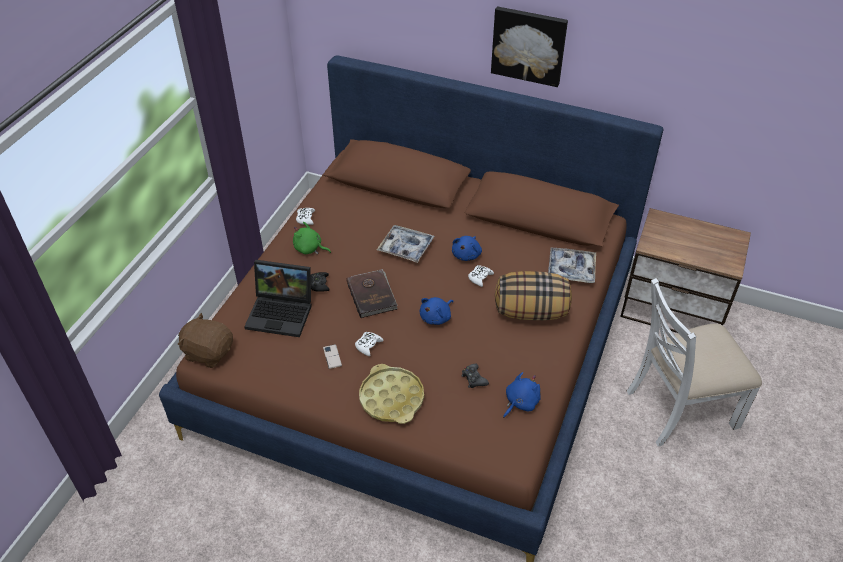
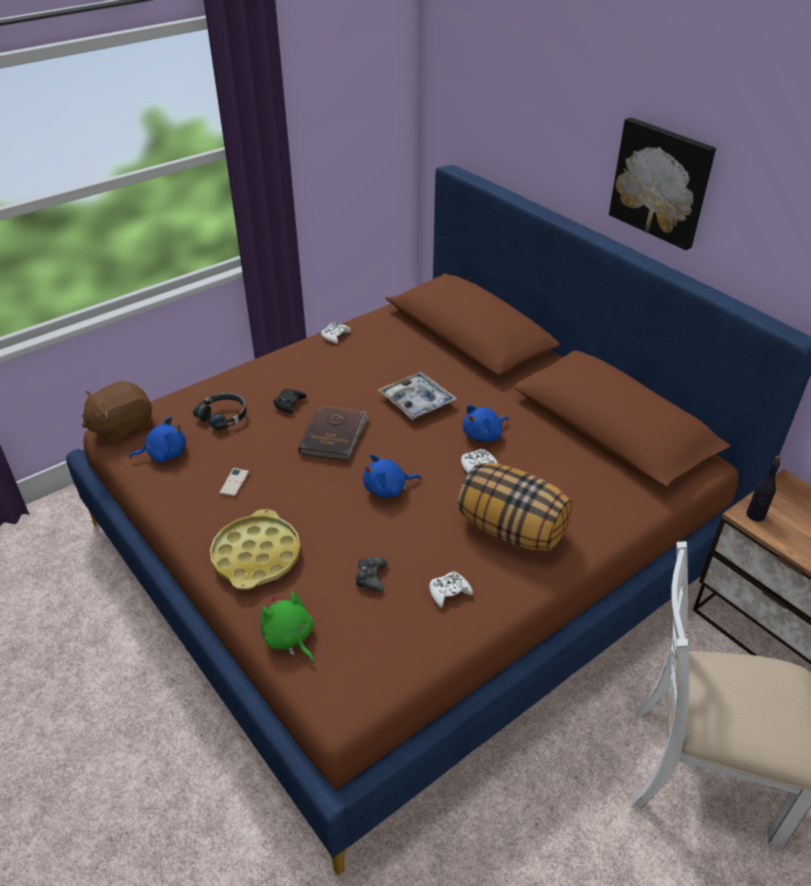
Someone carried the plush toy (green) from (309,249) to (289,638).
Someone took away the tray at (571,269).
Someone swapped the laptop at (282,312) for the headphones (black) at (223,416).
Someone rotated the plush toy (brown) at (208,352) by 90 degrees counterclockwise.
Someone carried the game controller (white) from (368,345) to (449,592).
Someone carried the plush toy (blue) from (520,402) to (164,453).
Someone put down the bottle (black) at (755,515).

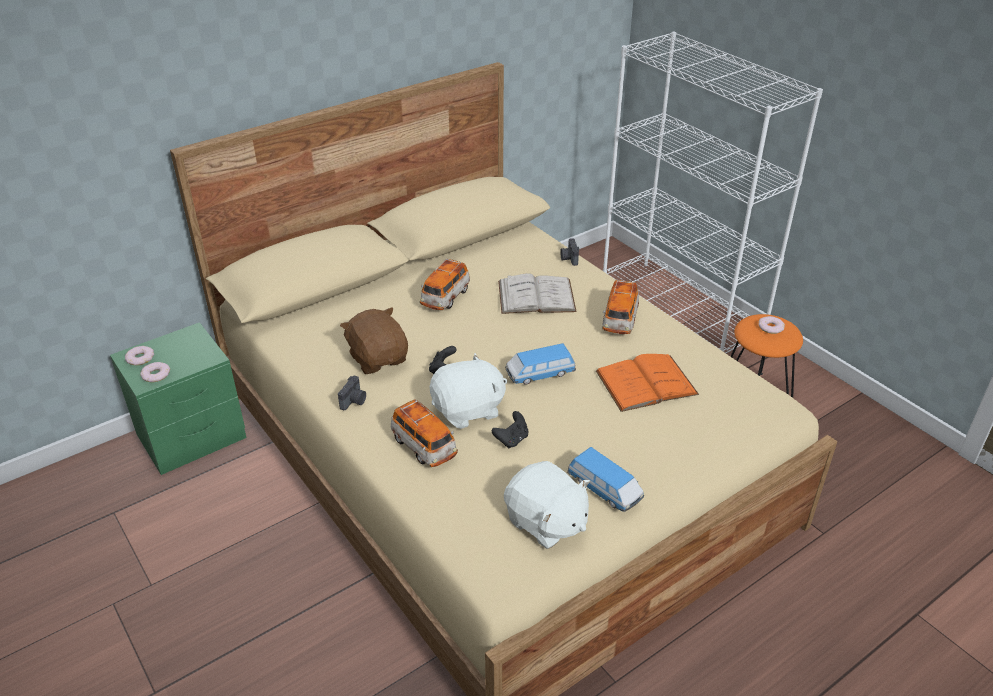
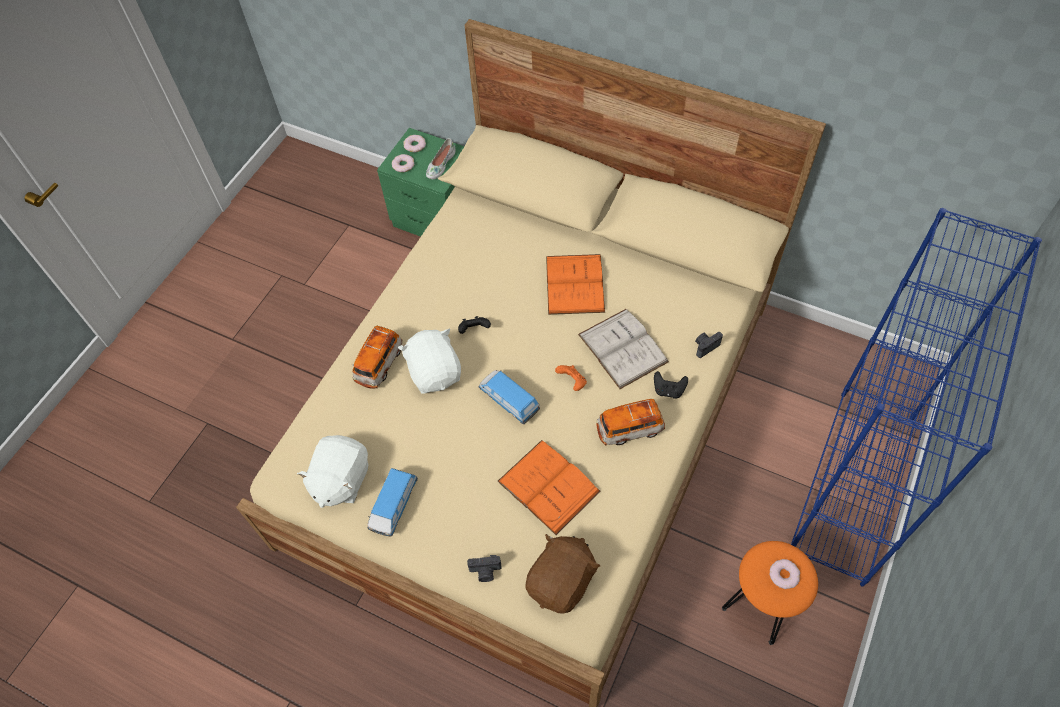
Someone repainted the bookcase (white) at (681,310), which became the bookcase (blue) at (852,485).
Someone swapped the toy car at (445,298) for the book (orange) at (575,284).
Someone carried the plush toy (brown) from (378,358) to (562,582).
Someone rotated the plush toy (white) at (468,410) by 150 degrees counterclockwise.
Someone carried the photo camera from (354,401) to (485,572).
Someone carried the game controller (black) from (512,439) to (668,390).
Someone put down the shoe (white) at (440,164).
Someone put down the game controller (orange) at (572,382).

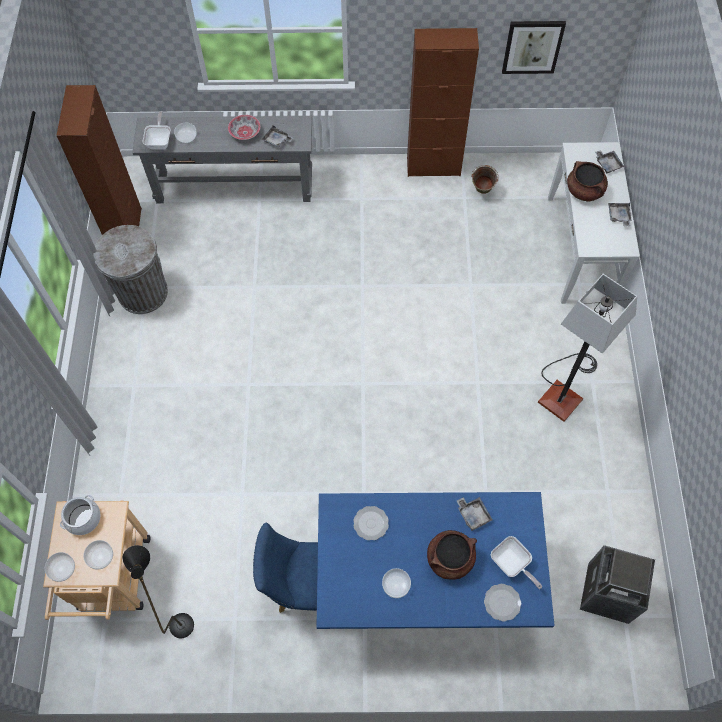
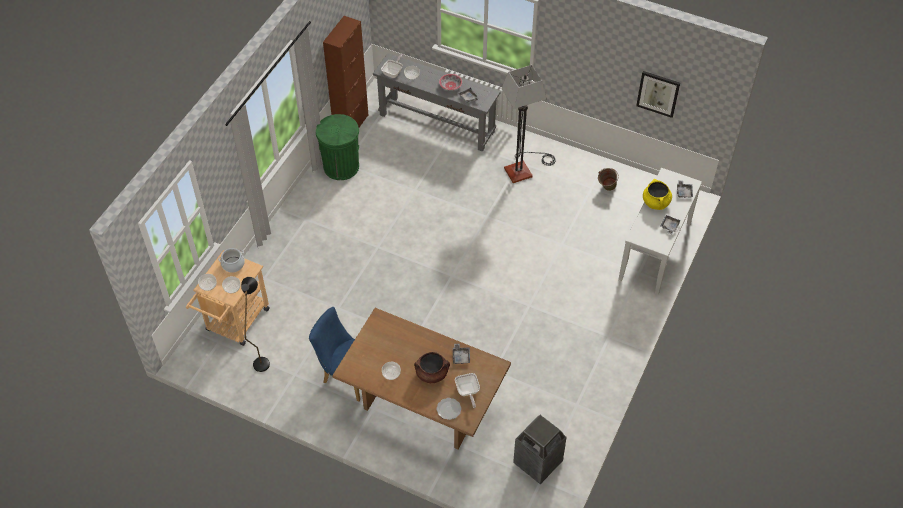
Someone took away the cabinet (brown) at (433,167).
Someone repainted the cooking pot (brown) at (584,191), which became the cooking pot (yellow) at (656,202).
Someone repainted the trash can (grey) at (142,292), which became the trash can (green) at (341,166).
Someone carried the floor lamp from (564,391) to (524,168).
Someone repainted the dining table (blue) at (425,584), which became the dining table (brown) at (422,406).
Someone took away the plate at (370,523).

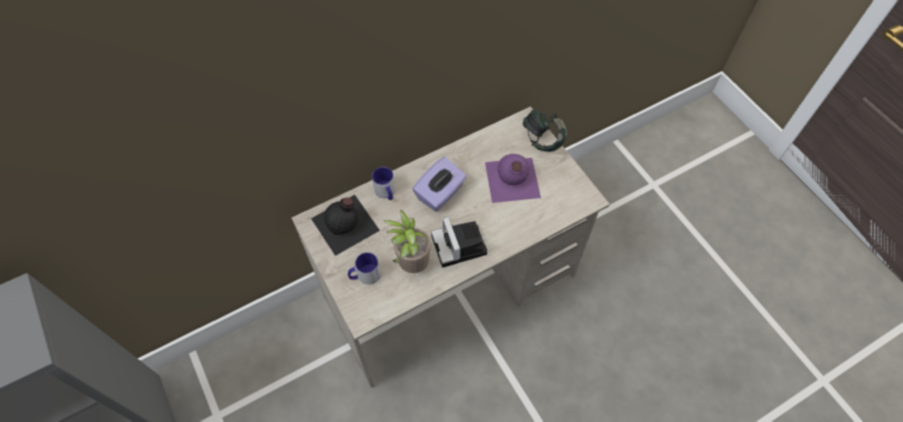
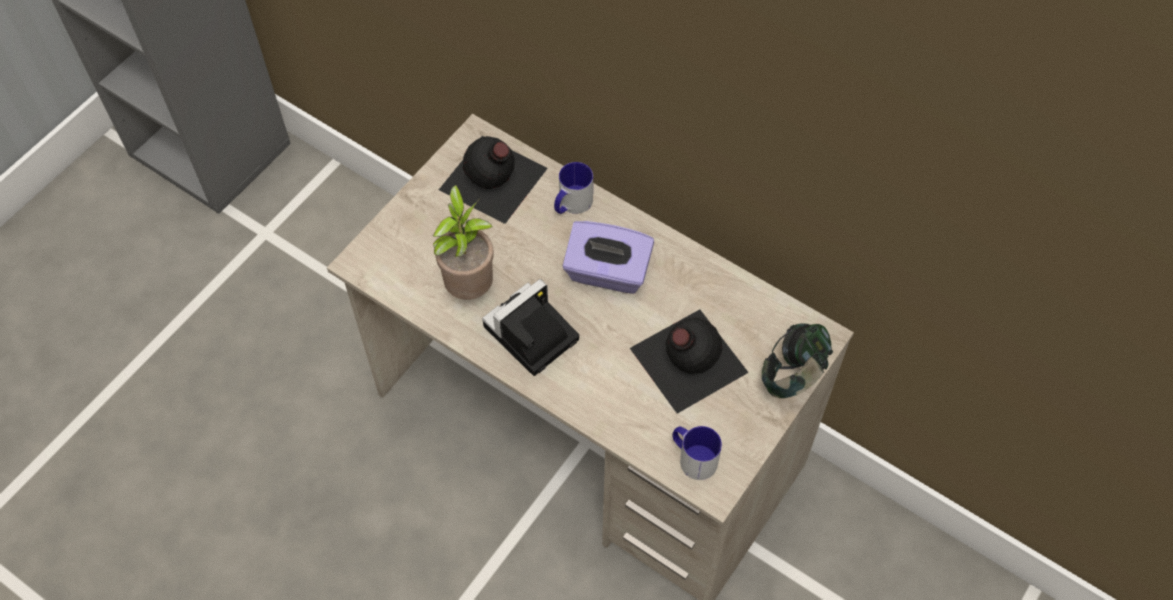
Someone repainted the bottle (purple) at (511,180), which became the bottle (black) at (686,359).
Someone carried the mug from (365,276) to (692,457).

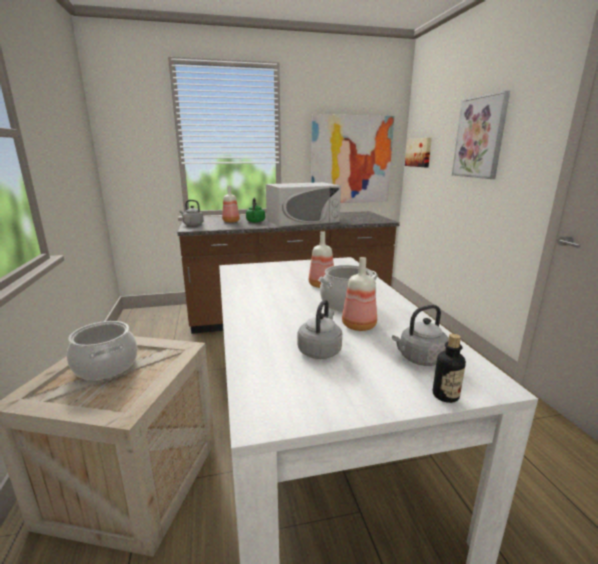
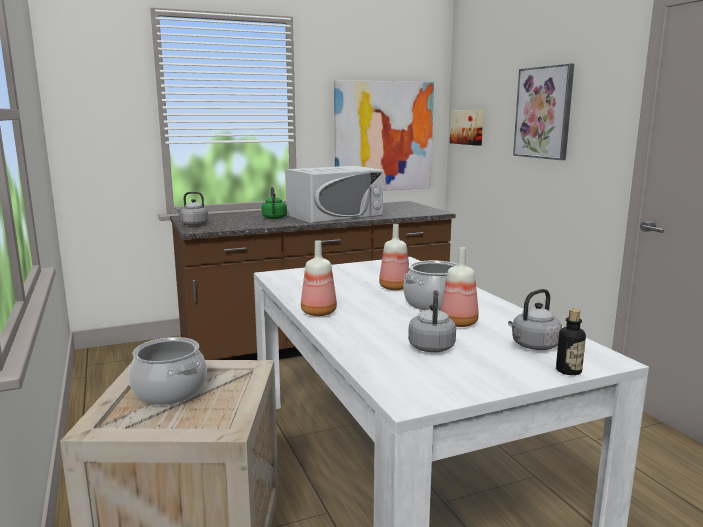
Someone carried the bottle from (230,221) to (317,312).

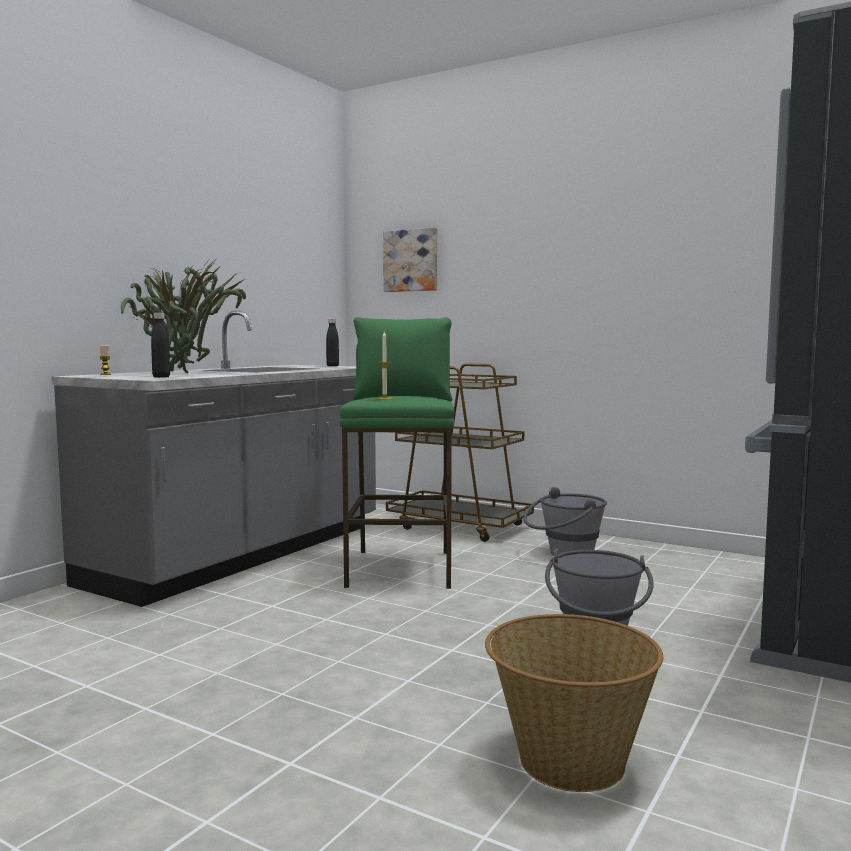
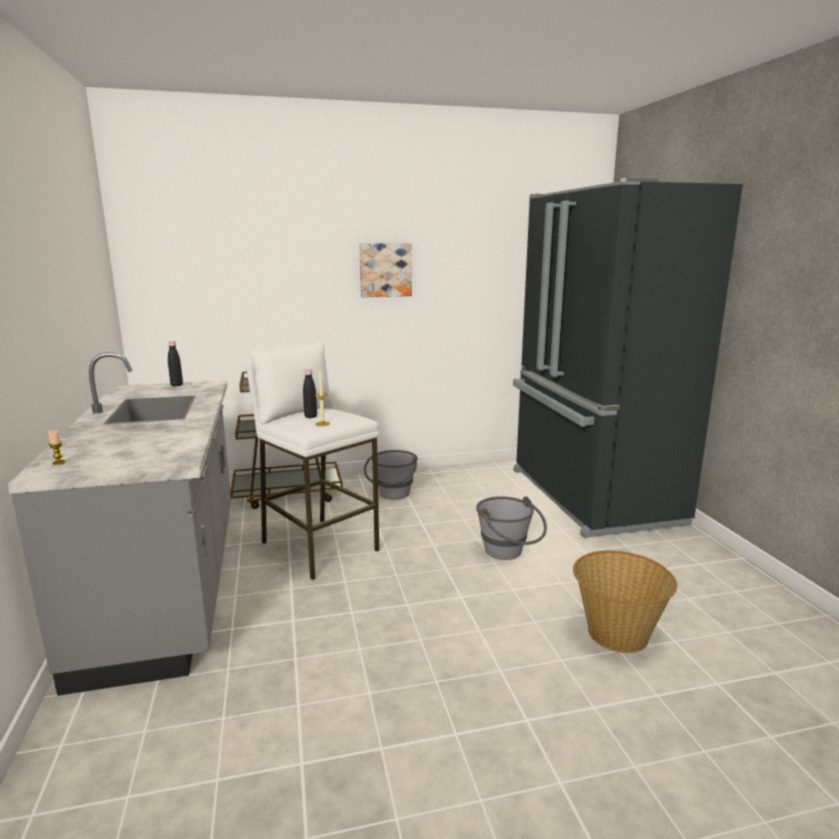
Someone carried the picture from (411,260) to (385,270).
Someone took away the potted plant at (184,373).
Someone carried the bottle (black) from (161,377) to (310,416).
Someone repainted the stool (green) at (402,568), which became the stool (white) at (319,546).

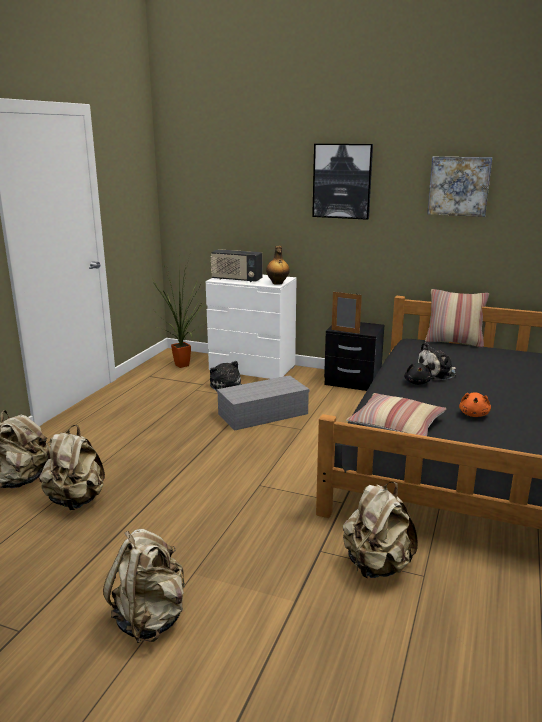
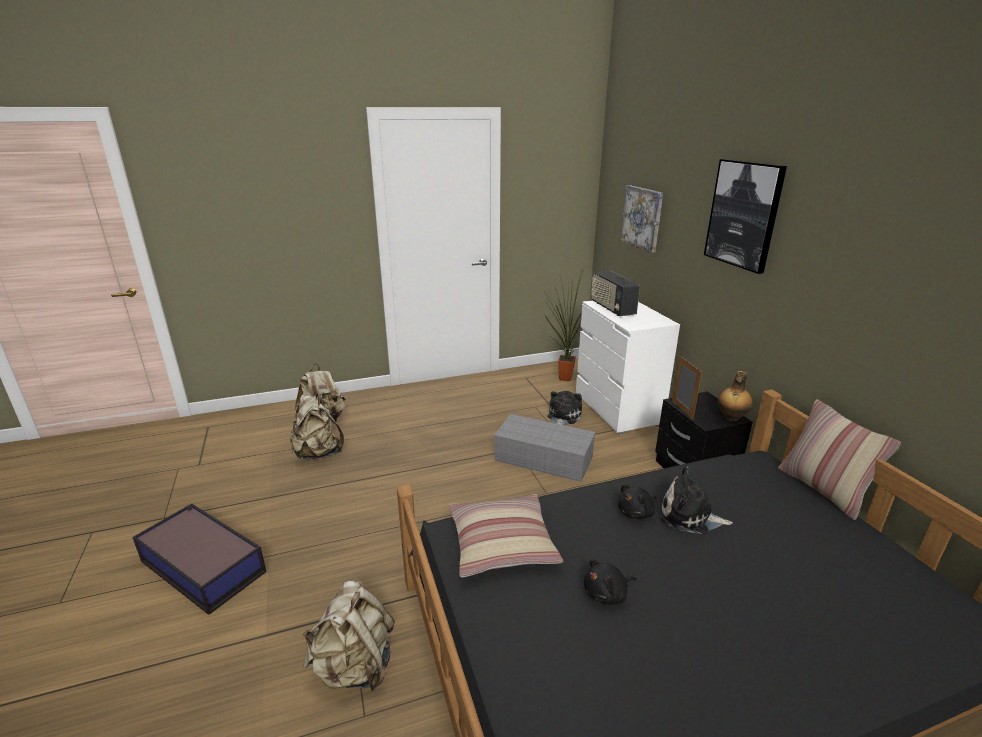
Someone carried the picture from (459,186) to (642,218).
Someone carried the bottle from (277,283) to (731,417).
Someone repainted the plush toy (orange) at (474,414), which became the plush toy (black) at (607,594).
Someone swapped the backpack (beige) at (150,618) for the storage box at (203,565).

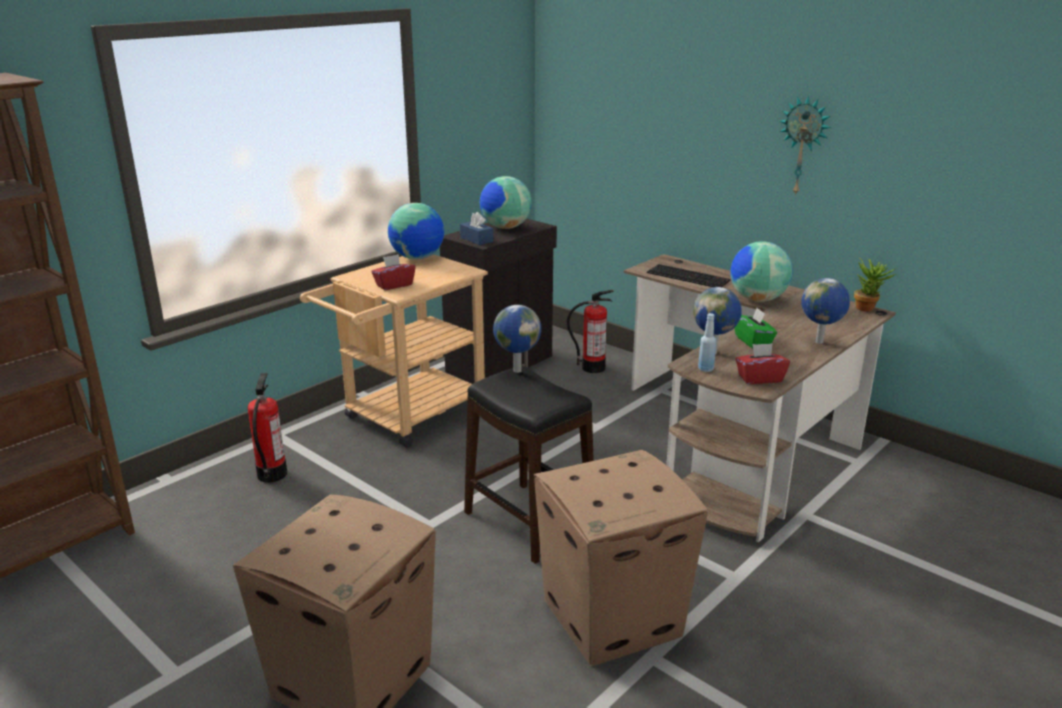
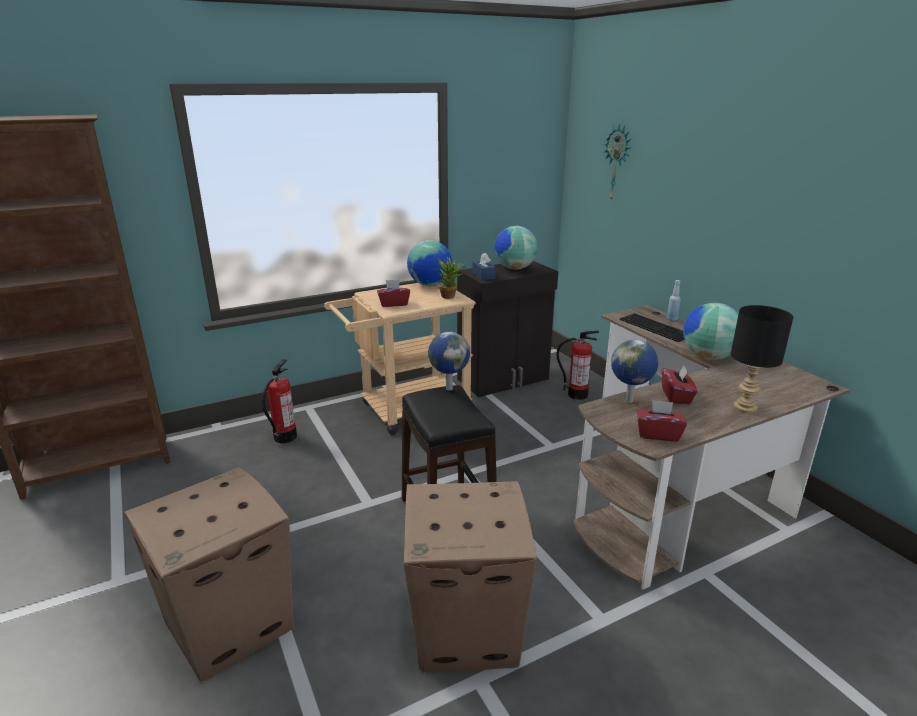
Someone carried the wall clock from (803,146) to (617,163).
Someone carried the potted plant from (868,308) to (450,297).
Someone swapped the globe at (820,342) for the table lamp (black) at (745,408).
Someone repainted the tissue box (green) at (753,341), which became the tissue box (red) at (676,396).
Someone carried the bottle (blue) from (705,369) to (671,319).

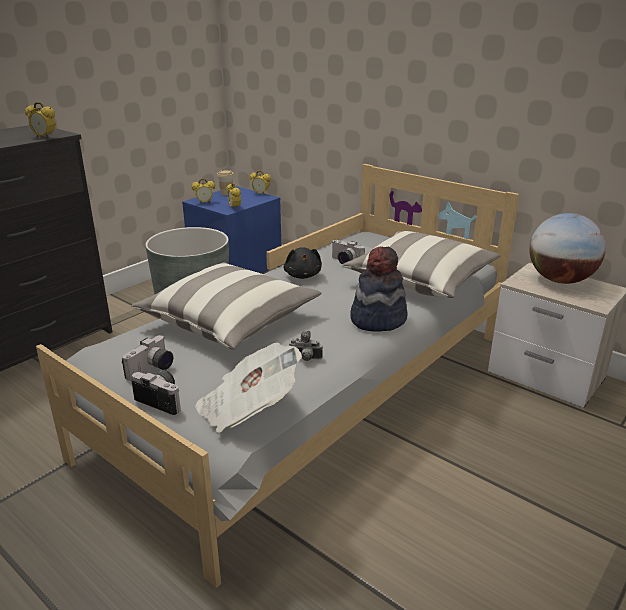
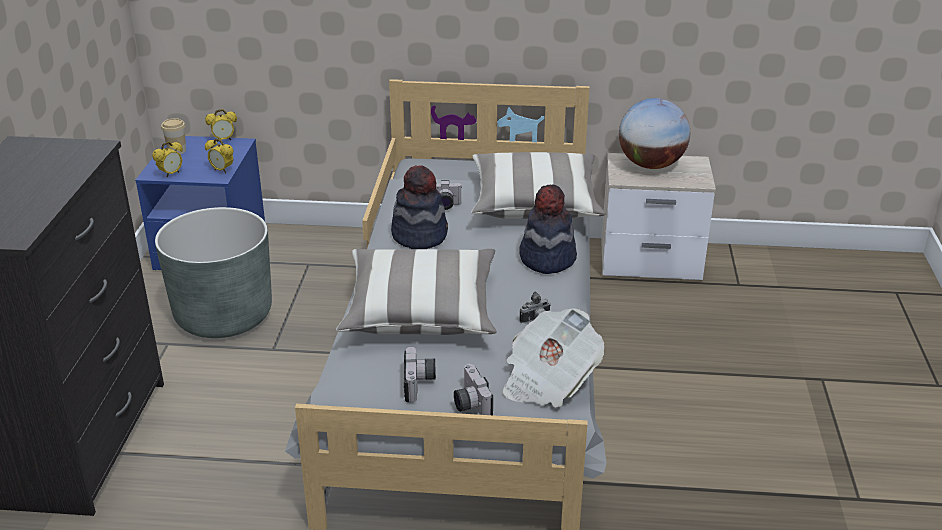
Someone took away the alarm clock at (44,137).
Someone swapped the plush toy (black) at (303,275) for the hat at (420,235).
Someone rotated the photo camera at (163,399) by 105 degrees counterclockwise.

